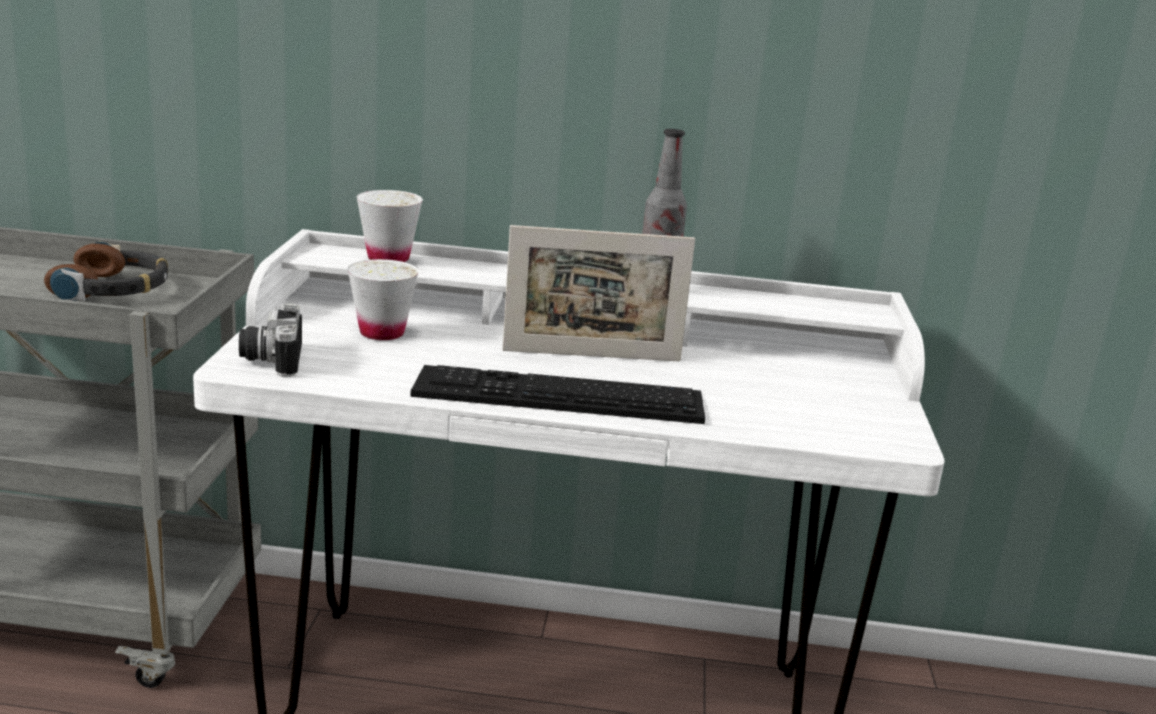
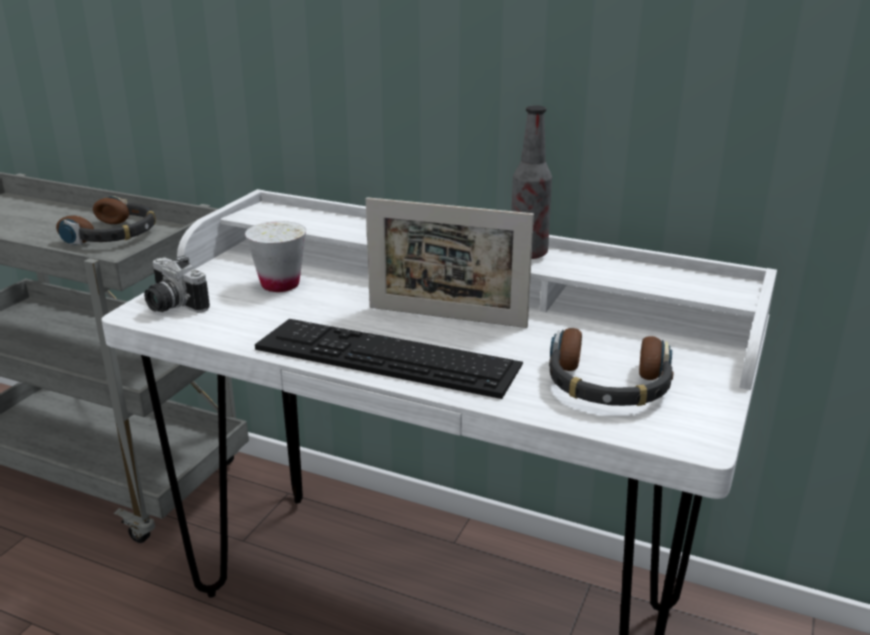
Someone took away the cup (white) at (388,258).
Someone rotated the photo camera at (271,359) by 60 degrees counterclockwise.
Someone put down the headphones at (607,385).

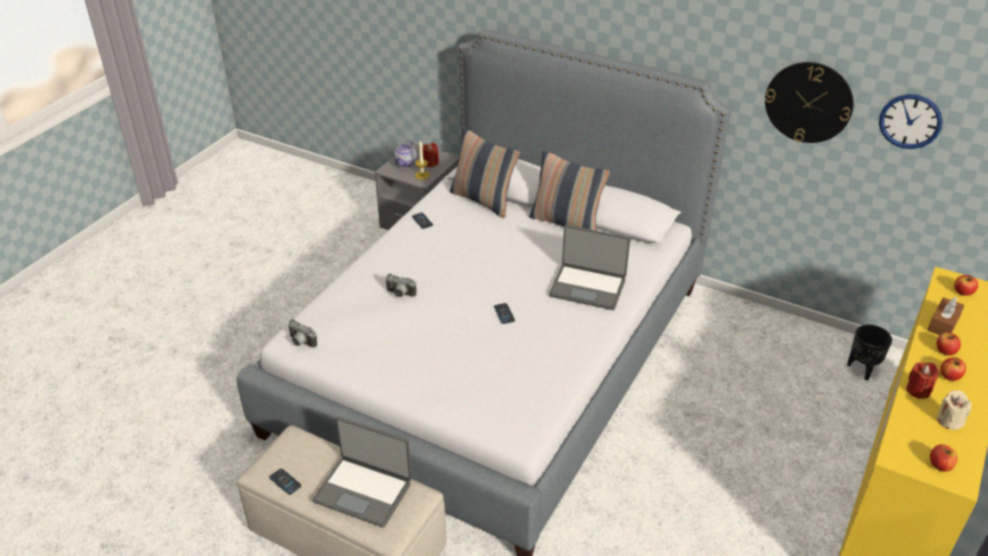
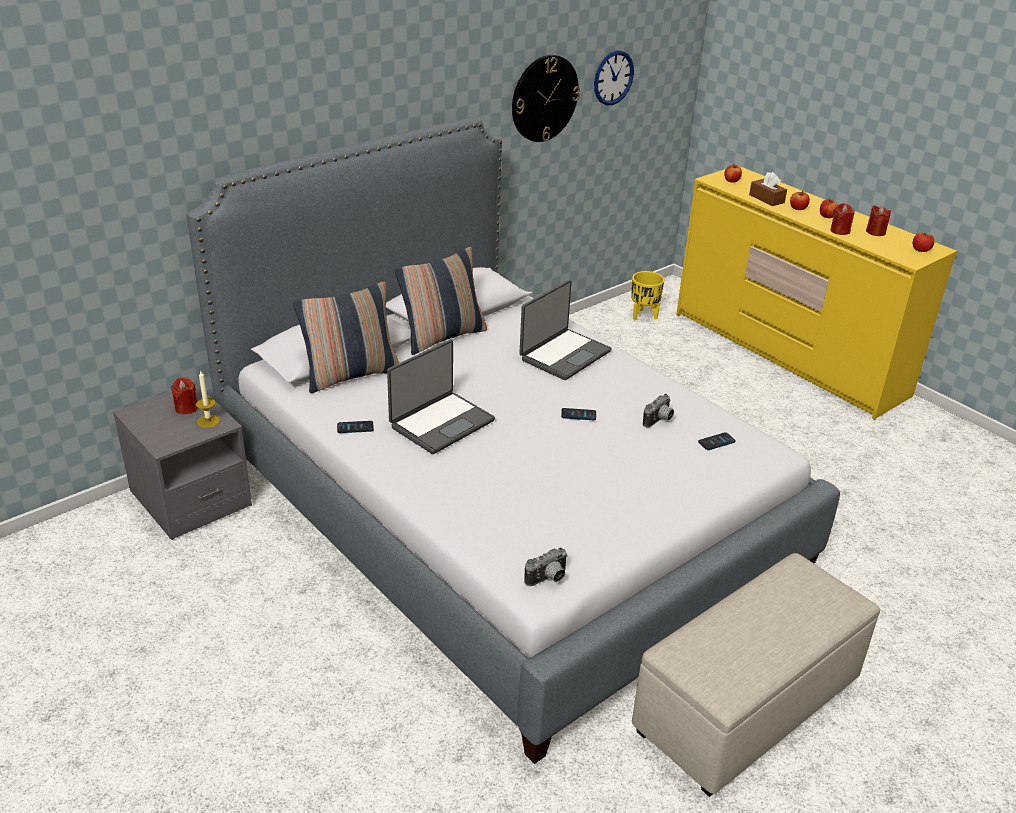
Someone took away the teapot at (406,163).
Someone carried the photo camera from (400,294) to (659,421).
Someone repainted the planter (black) at (862,370), which became the planter (yellow) at (644,316).
Someone repainted the candle (beige) at (949,421), which became the candle (red) at (875,232).
Someone carried the laptop from (364,491) to (441,423).
Someone carried the phone from (285,482) to (716,442).

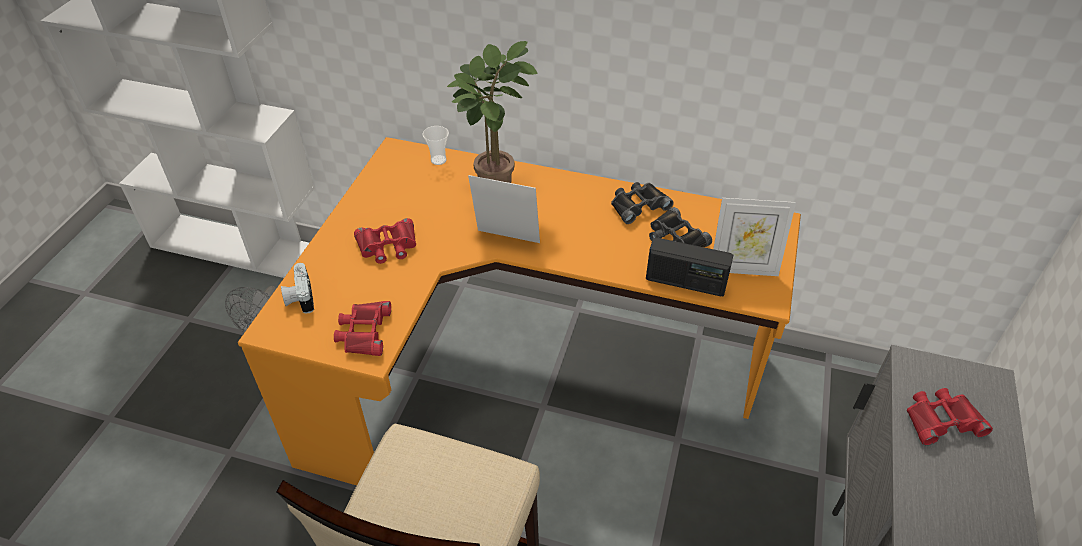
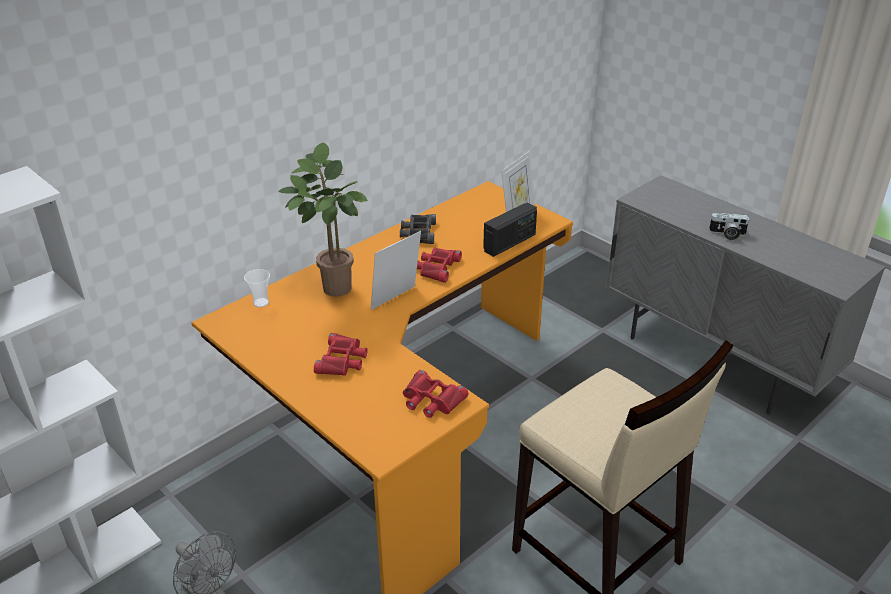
Someone took away the binoculars (black) at (675,238).
Someone carried the photo camera from (299,297) to (727,234).
Someone carried the binoculars (red) from (941,420) to (437,268).

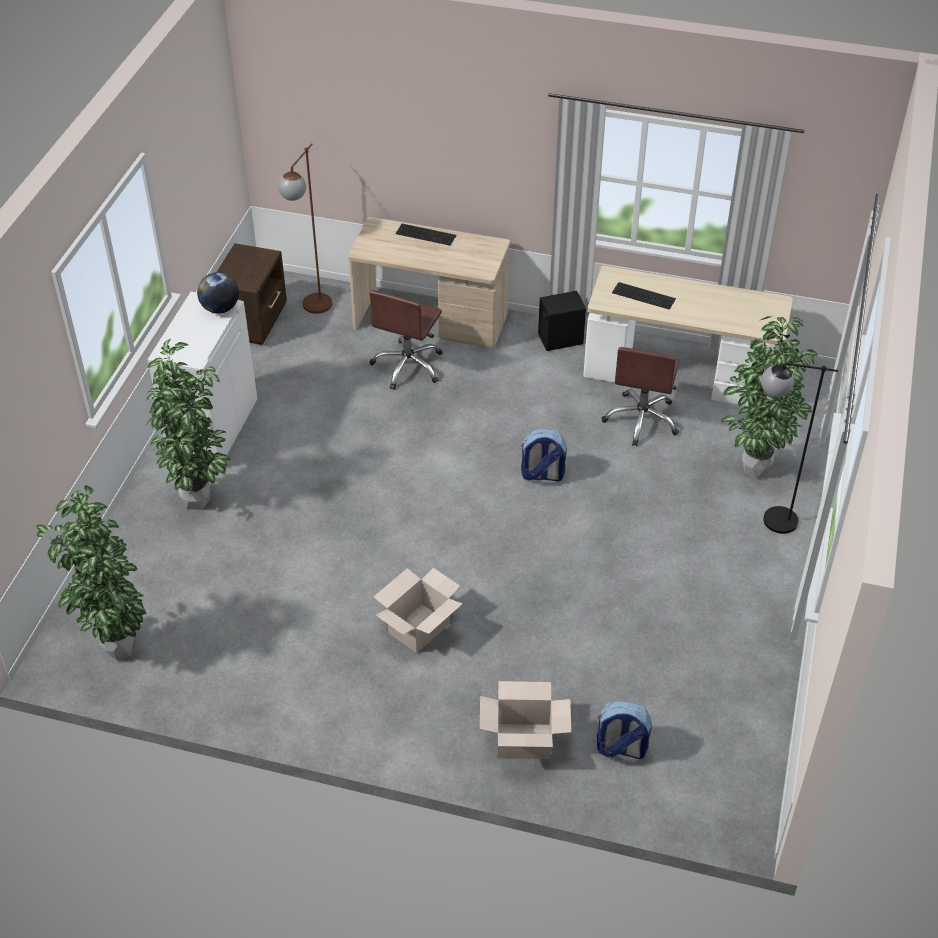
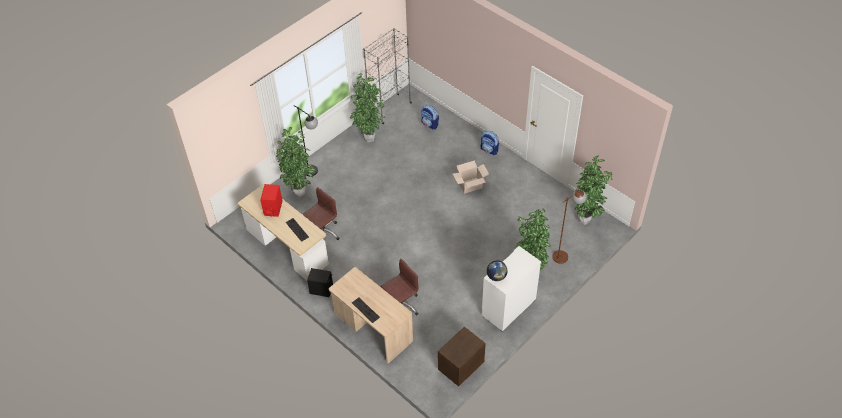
Someone carried the floor lamp (brown) from (312,310) to (564,254).
Someone carried the backpack from (542,475) to (489,150).
Someone took away the cardboard box at (523,741).
Someone put down the bookcase (grey) at (390,109).
Someone put down the potted plant at (369,138).
Someone put down the speaker (red) at (273,208).

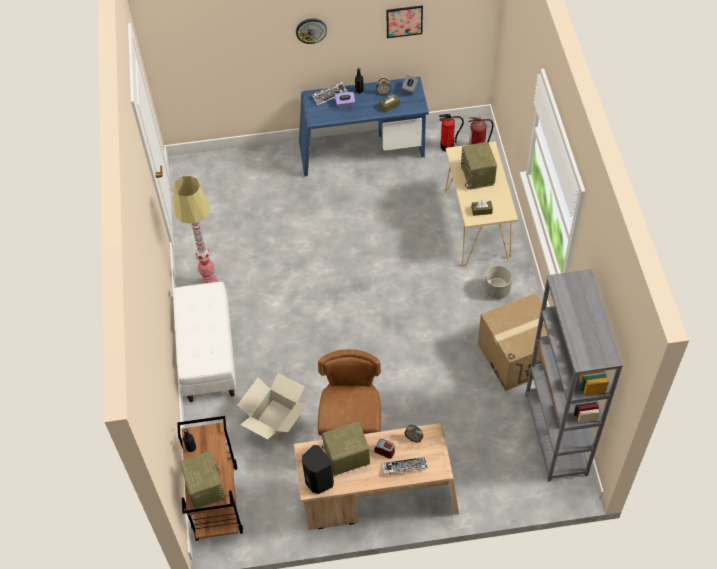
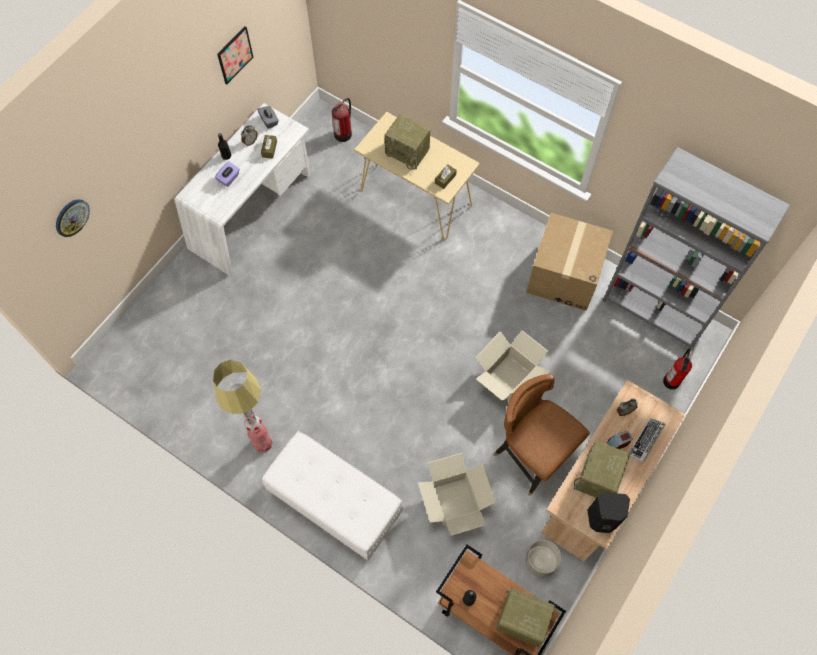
Someone carried the wall clock from (311,30) to (71,217).
Someone repainted the desk (blue) at (362,151), which became the desk (white) at (253,212).
Someone took away the keyboard at (329,95).
Someone carried the fire extinguisher from (447,146) to (671,381).
Someone carried the planter (grey) from (497,290) to (540,562).
Someone put down the cardboard box at (509,377).

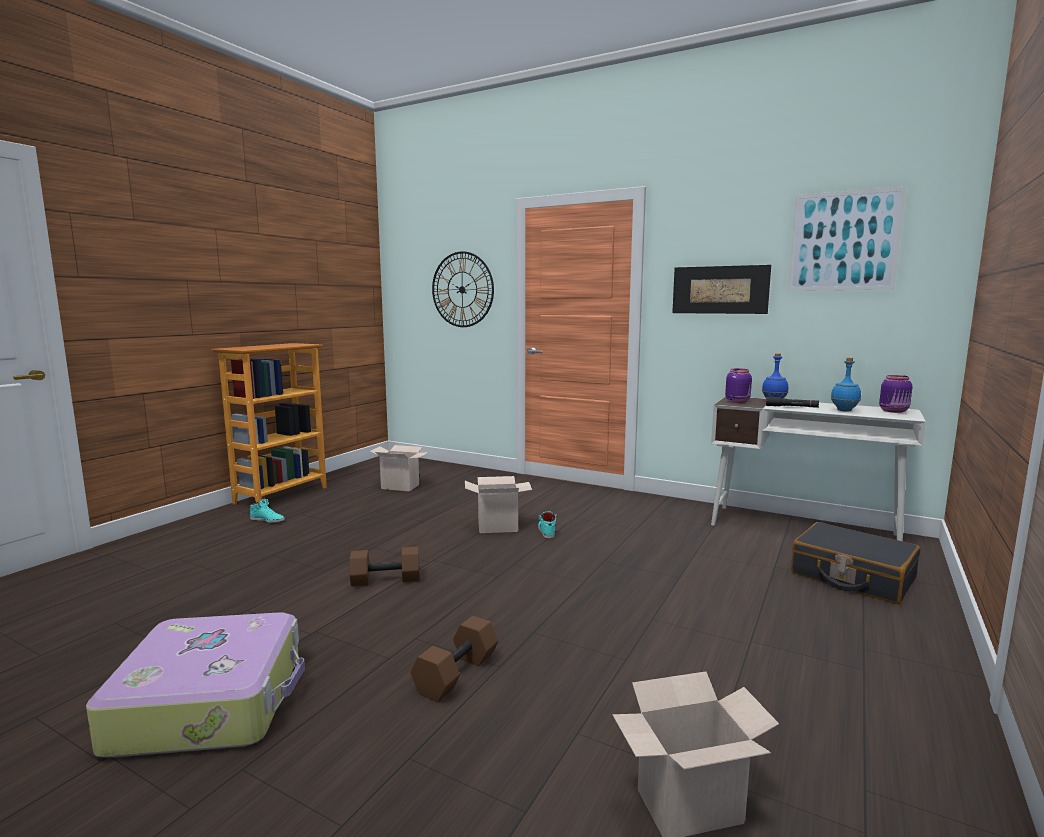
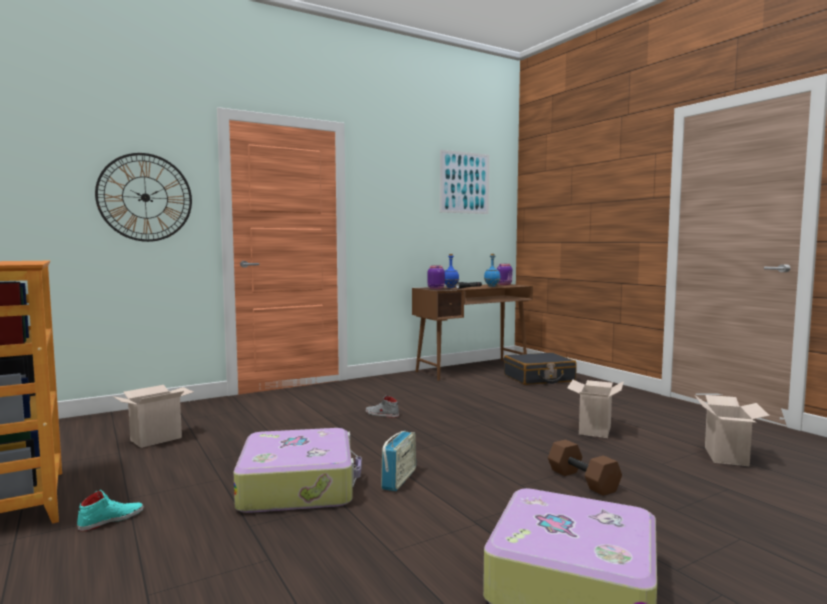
Someone took away the picture at (720,290).
Someone repainted the desk (white) at (803,529), which became the desk (brown) at (473,369).
Someone carried the cardboard box from (499,527) to (593,429).
Someone repainted the shoe (turquoise) at (546,531), which became the shoe (grey) at (381,414).
Someone swapped the dumbbell (brown) at (386,579) for the radio at (399,479).
Someone put down the suitcase at (298,485).

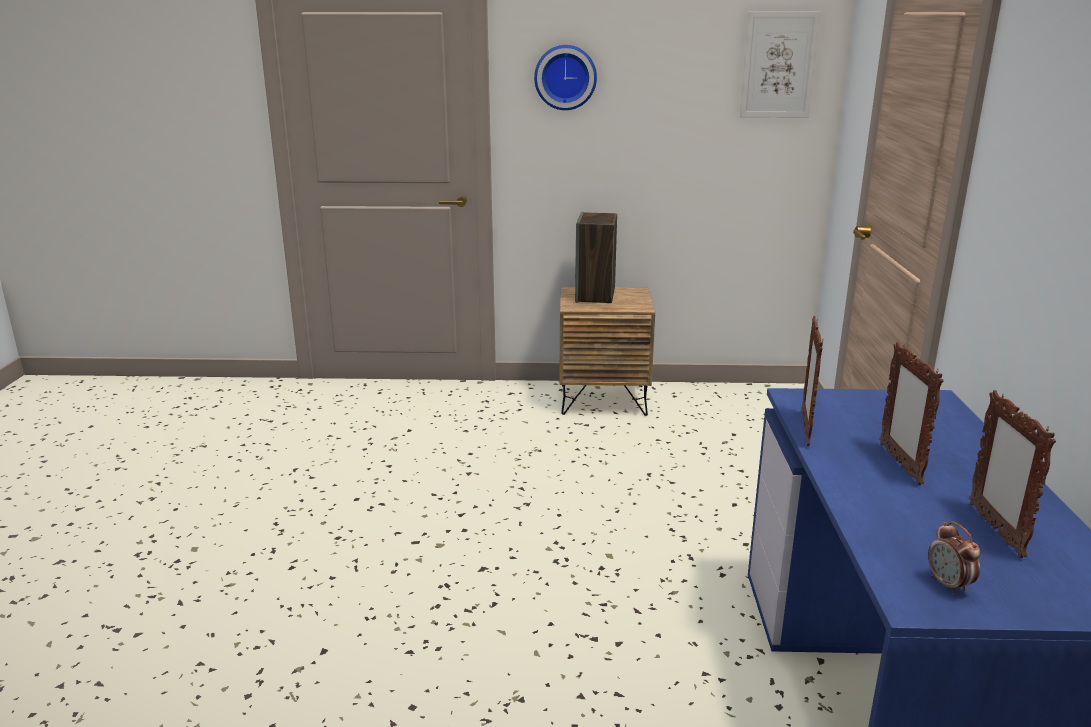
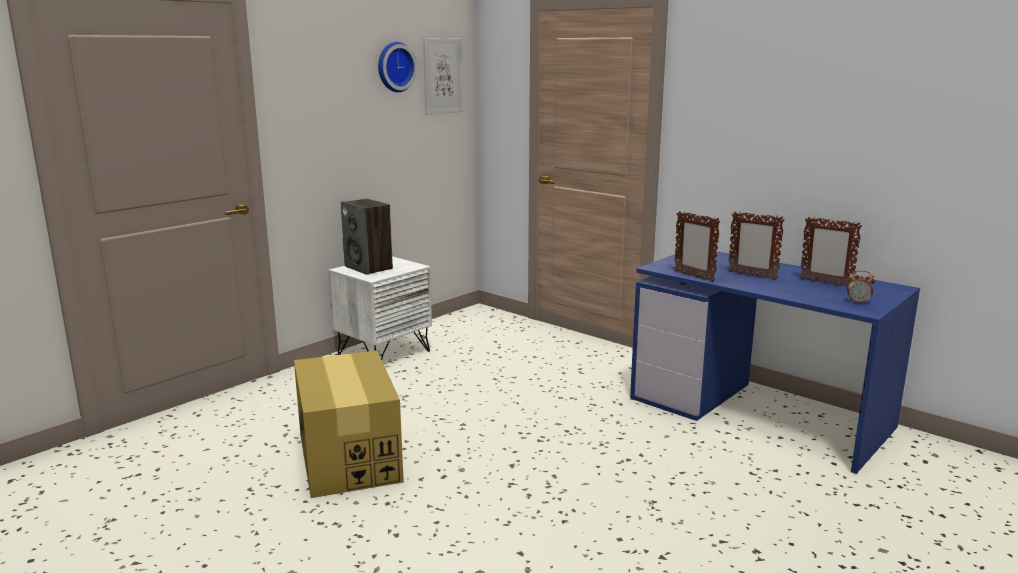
Someone carried the wall clock from (565,77) to (394,67).
Someone repainted the nightstand (brown) at (603,399), which became the nightstand (white) at (383,353).
Someone put down the cardboard box at (349,457).

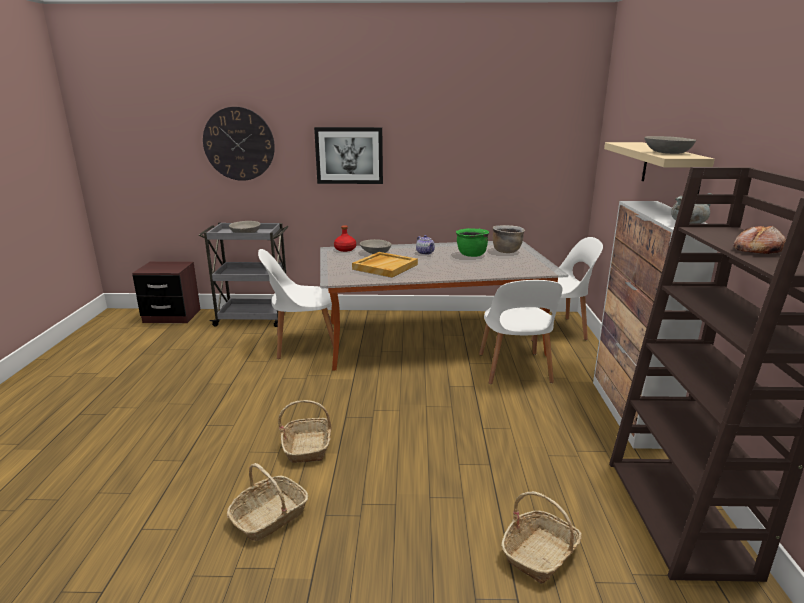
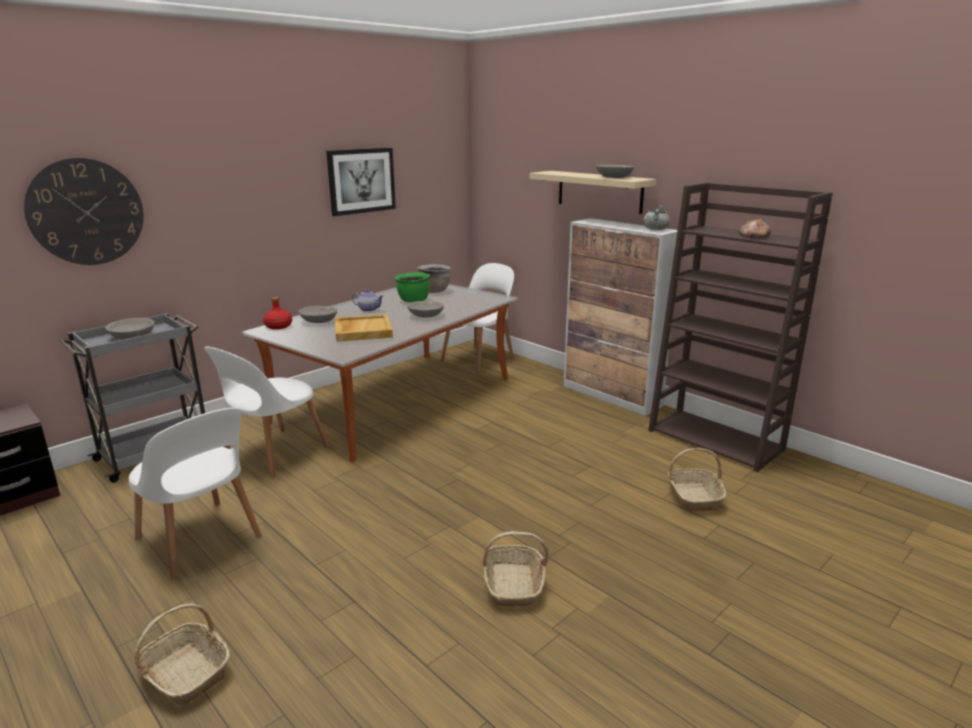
Someone carried the picture from (349,155) to (361,181).
Someone carried the chair (white) from (514,370) to (200,540).
Someone carried the basket from (307,447) to (185,673).
Someone put down the bowl (grey) at (425,315).

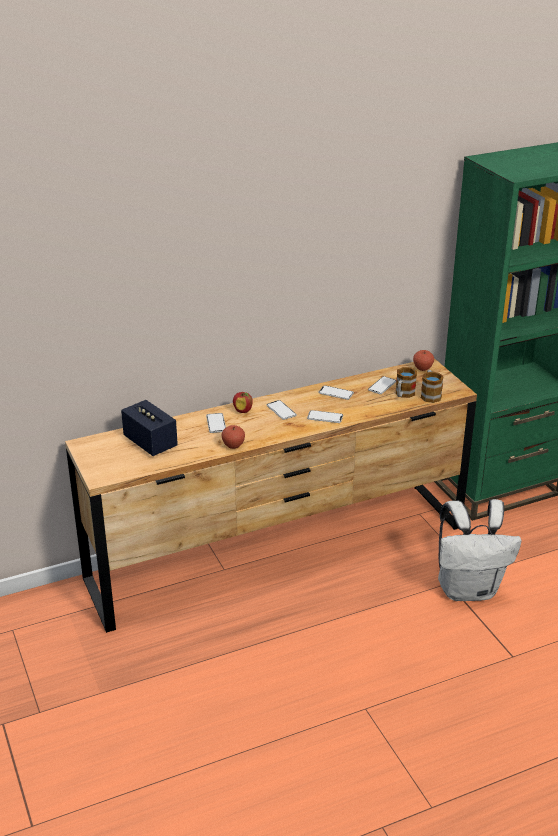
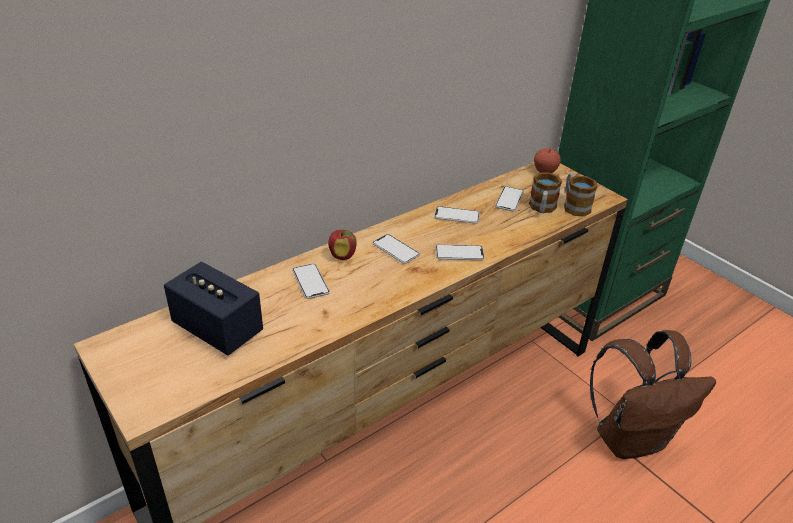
Someone took away the apple at (233,445).
Someone repainted the backpack (white) at (469,589), which became the backpack (brown) at (631,438).

